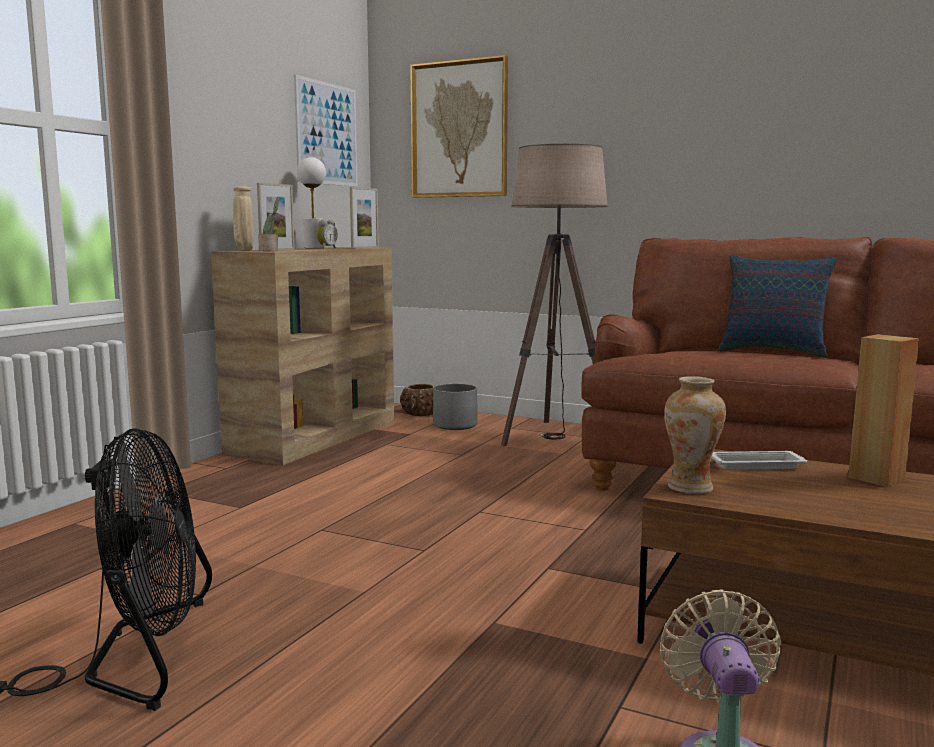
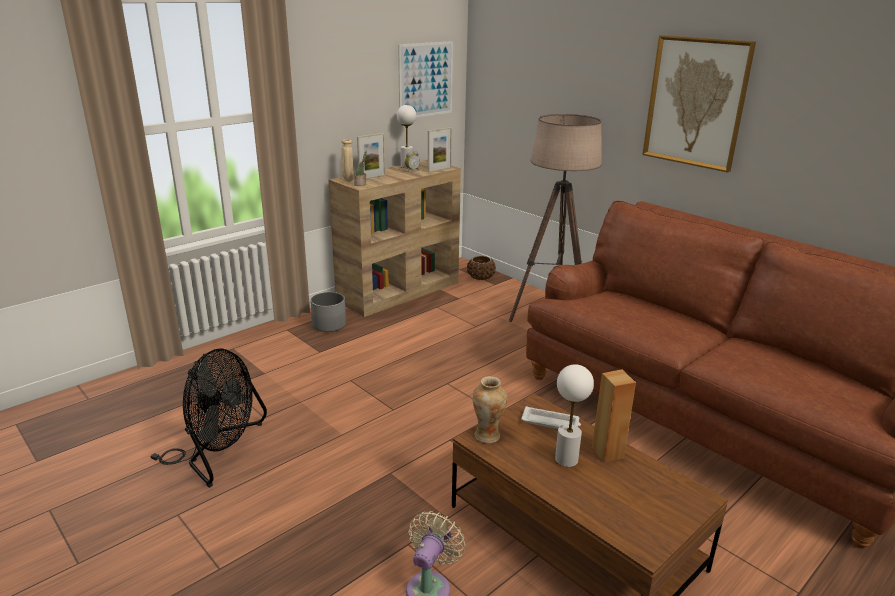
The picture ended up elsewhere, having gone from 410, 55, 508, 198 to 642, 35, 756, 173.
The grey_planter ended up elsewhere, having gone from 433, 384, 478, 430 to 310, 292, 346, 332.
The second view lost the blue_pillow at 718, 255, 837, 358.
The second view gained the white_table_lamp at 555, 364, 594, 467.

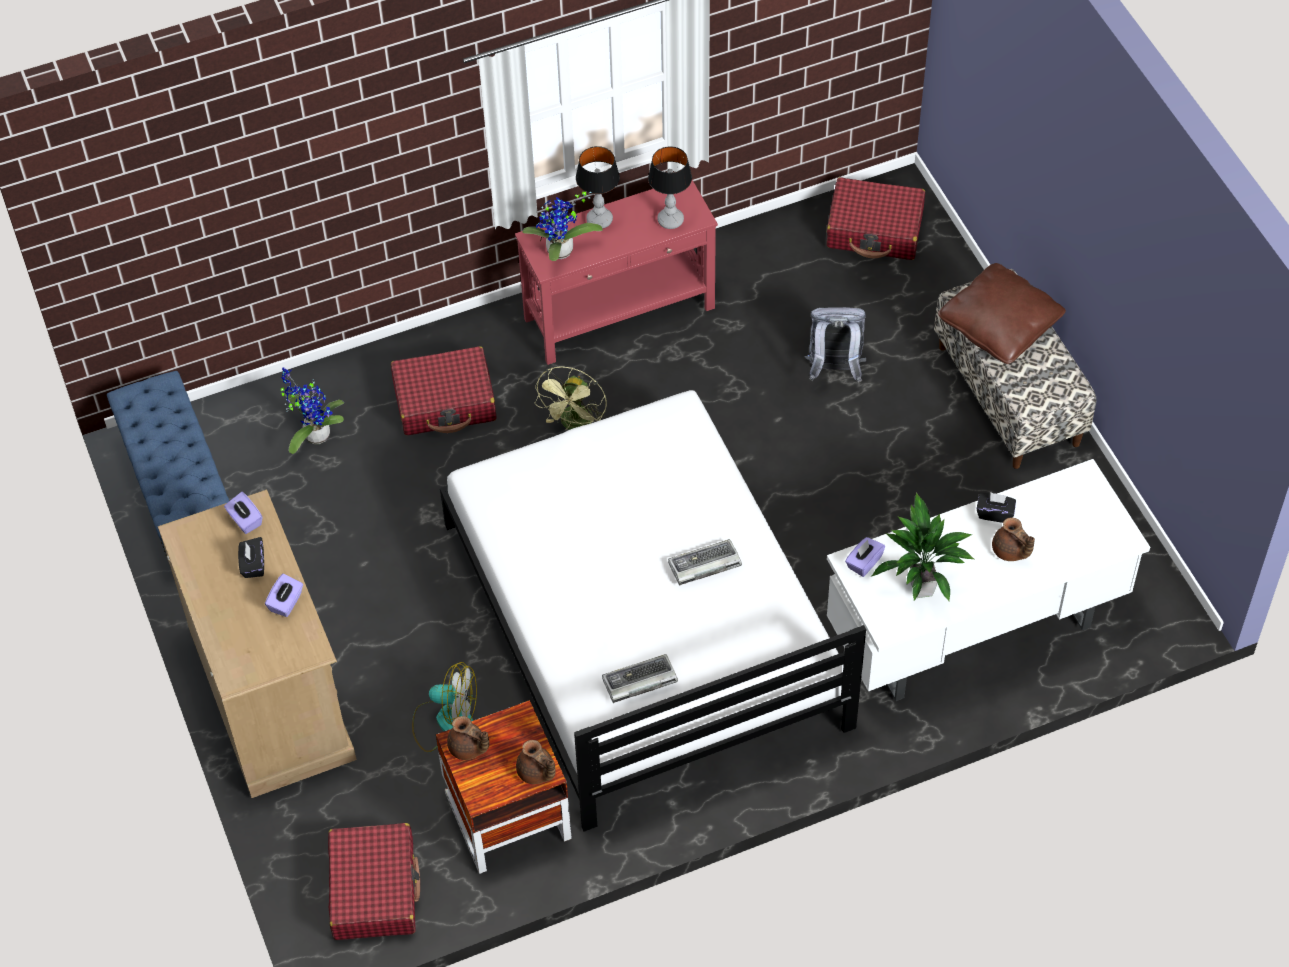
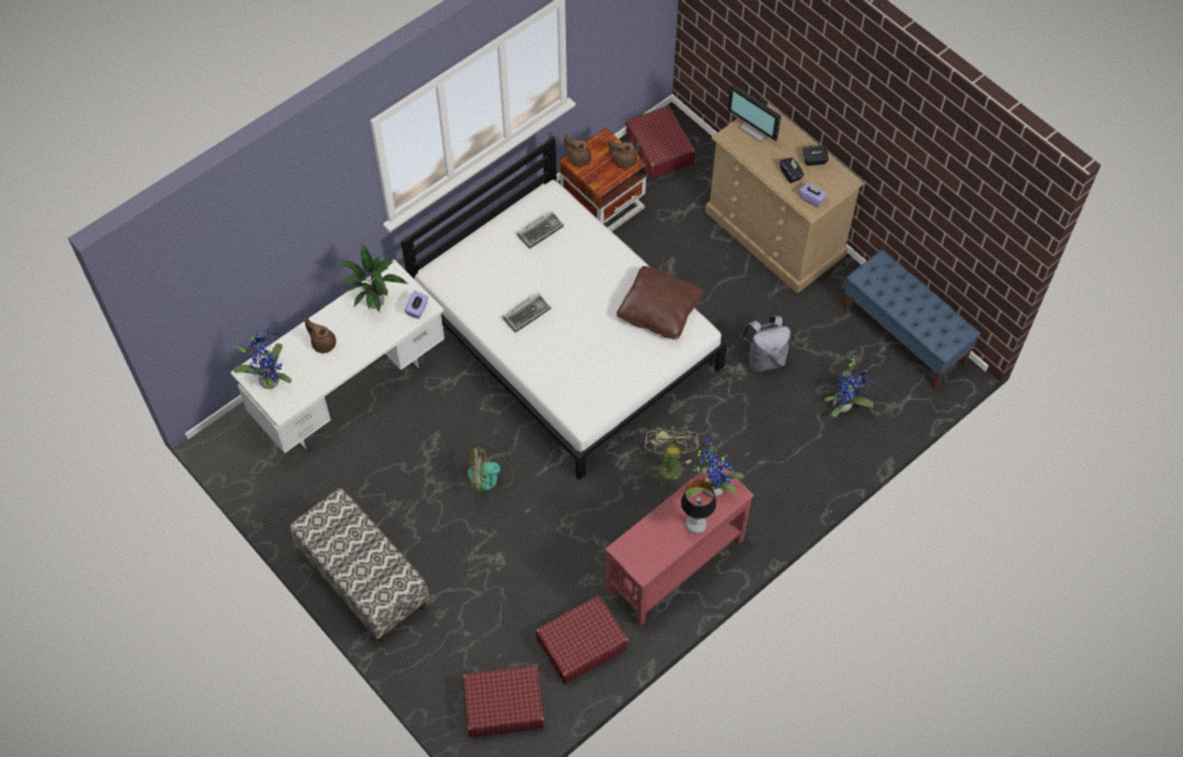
The second view lost the purple_tissue_box at 265, 574, 303, 617.
The red_suitcase ended up elsewhere, having gone from 391, 346, 497, 435 to 536, 595, 628, 684.
The fan ended up elsewhere, having gone from 412, 662, 477, 752 to 468, 446, 514, 492.
The second view lost the table_lamp at 648, 146, 692, 229.
The grey_backpack ended up elsewhere, having gone from 804, 307, 866, 383 to 741, 315, 791, 372.
The brown_pillow ended up elsewhere, having gone from 938, 263, 1066, 364 to 616, 266, 703, 339.
The black_tissue_box ended up elsewhere, having gone from 976, 492, 1016, 523 to 803, 146, 829, 166.
The second view gained the potted_plant at 233, 327, 292, 389.
The second view gained the monitor at 728, 84, 781, 142.

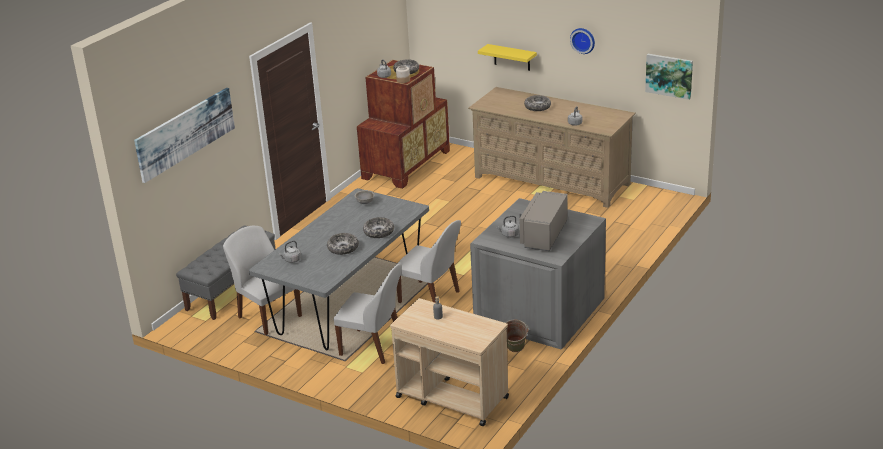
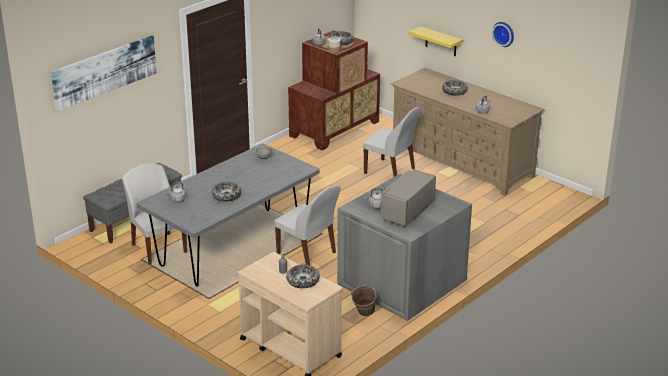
The white_chair ended up elsewhere, having gone from 333, 264, 402, 364 to 363, 107, 422, 177.
The bowl ended up elsewhere, having gone from 363, 217, 394, 238 to 286, 264, 320, 288.
The second view lost the picture at 645, 54, 693, 100.

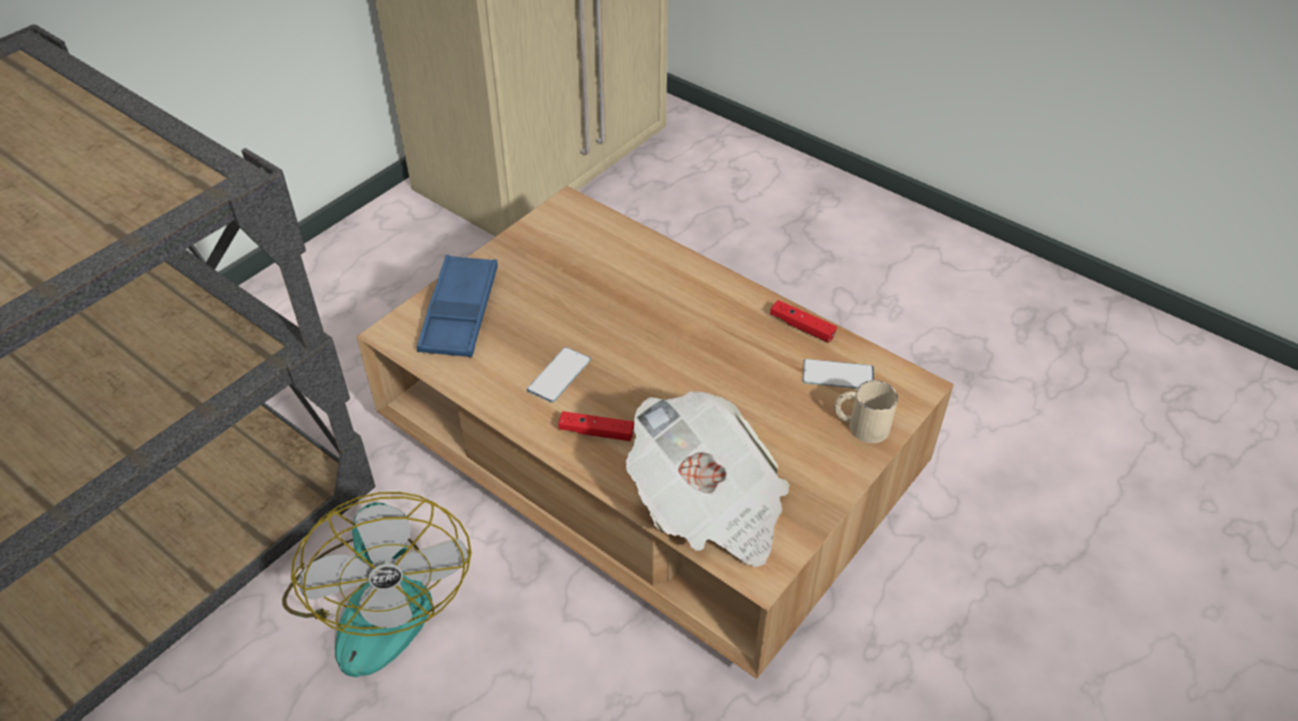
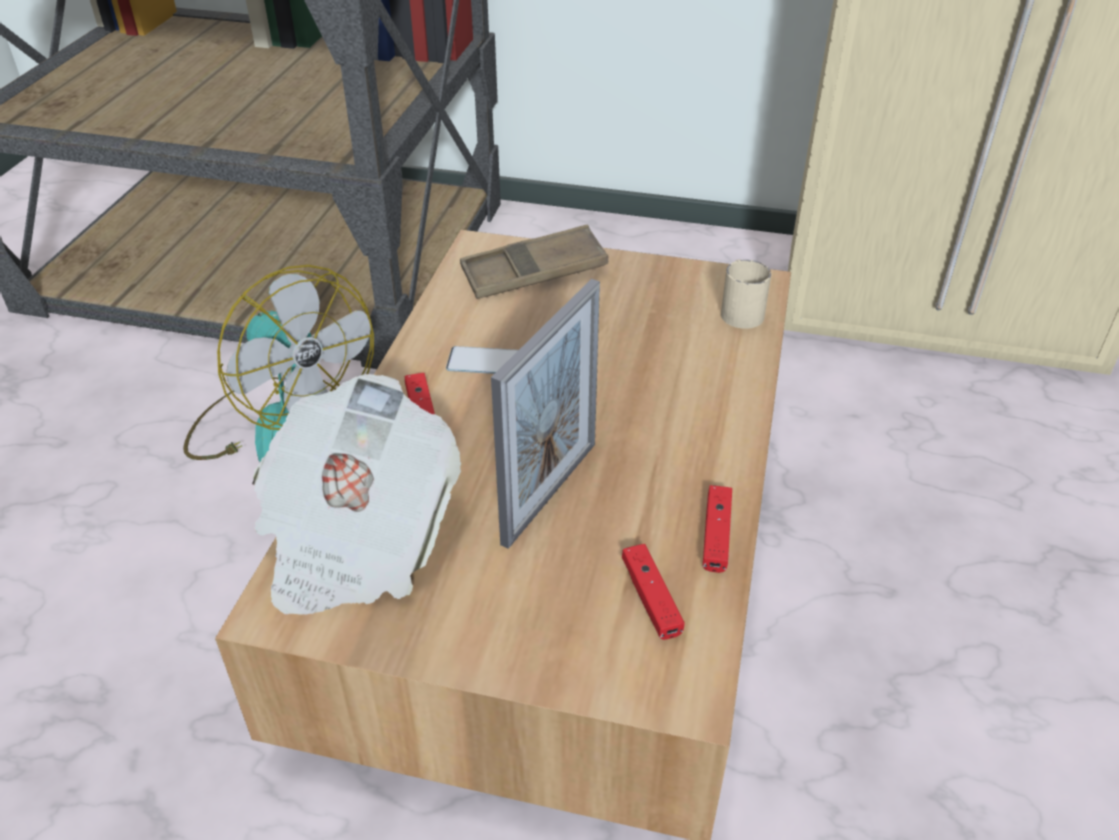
The fan at 282, 492, 471, 677 ended up facing another way, 90 degrees counterclockwise from before.
What was the blue_tray at 417, 255, 498, 357 turned into the brown_tray at 460, 225, 608, 299.
Where the phone stood at 803, 359, 874, 388, the red_game_controller came to stand at 622, 544, 684, 640.
The beige_mug ended up elsewhere, having gone from 835, 380, 898, 443 to 721, 260, 771, 329.
The second view gained the picture_frame at 491, 279, 600, 549.

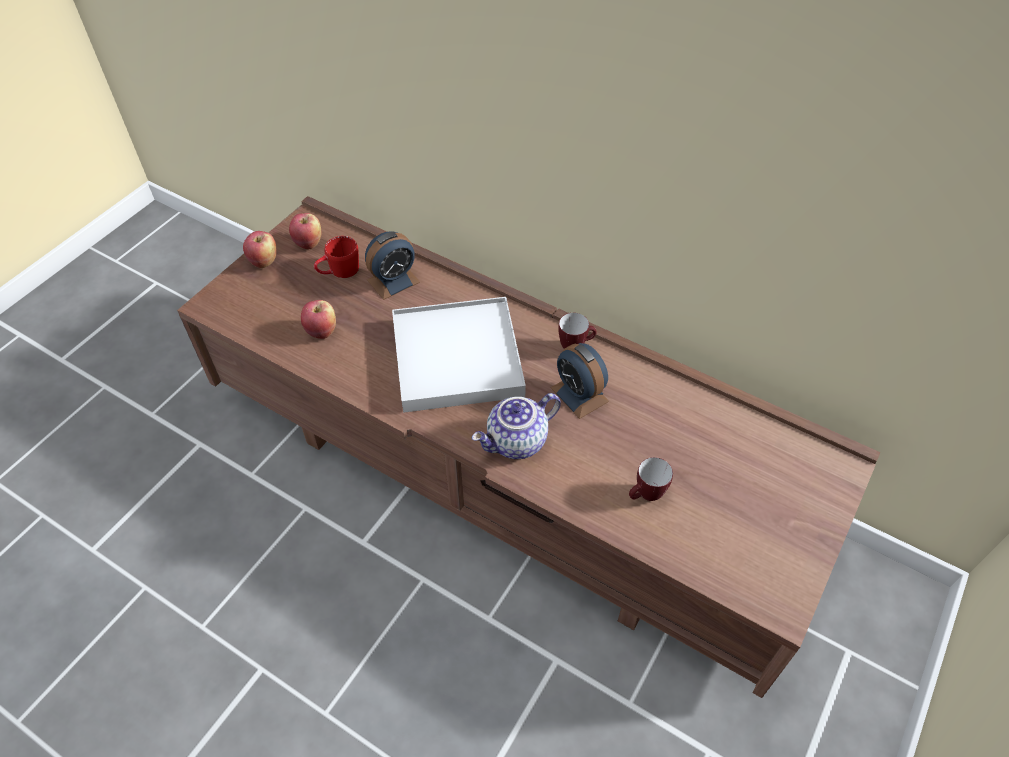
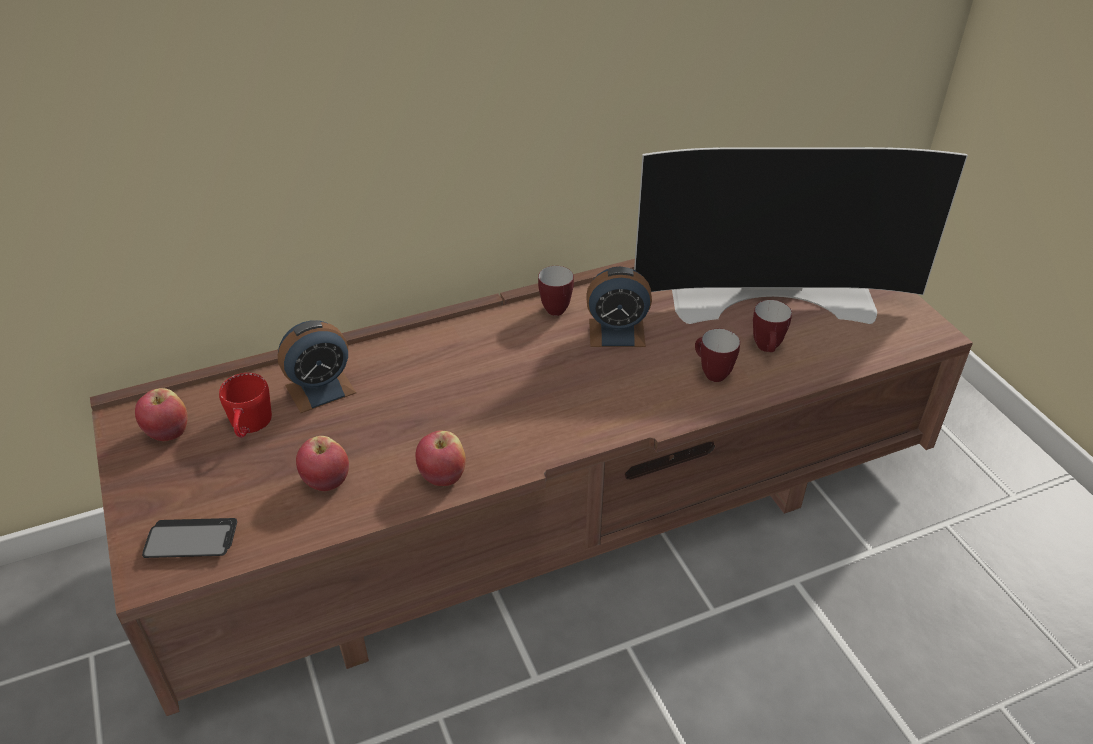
The apple ended up elsewhere, having gone from 243, 231, 277, 268 to 415, 431, 466, 486.
The alarm_clock at 365, 231, 420, 300 ended up facing another way, 60 degrees clockwise from before.
The second view lost the white_tray at 392, 297, 526, 412.
The second view lost the teapot at 472, 393, 561, 459.
The second view gained the phone at 142, 518, 237, 558.
The second view gained the television at 634, 147, 968, 324.
The second view gained the mug at 695, 329, 740, 382.

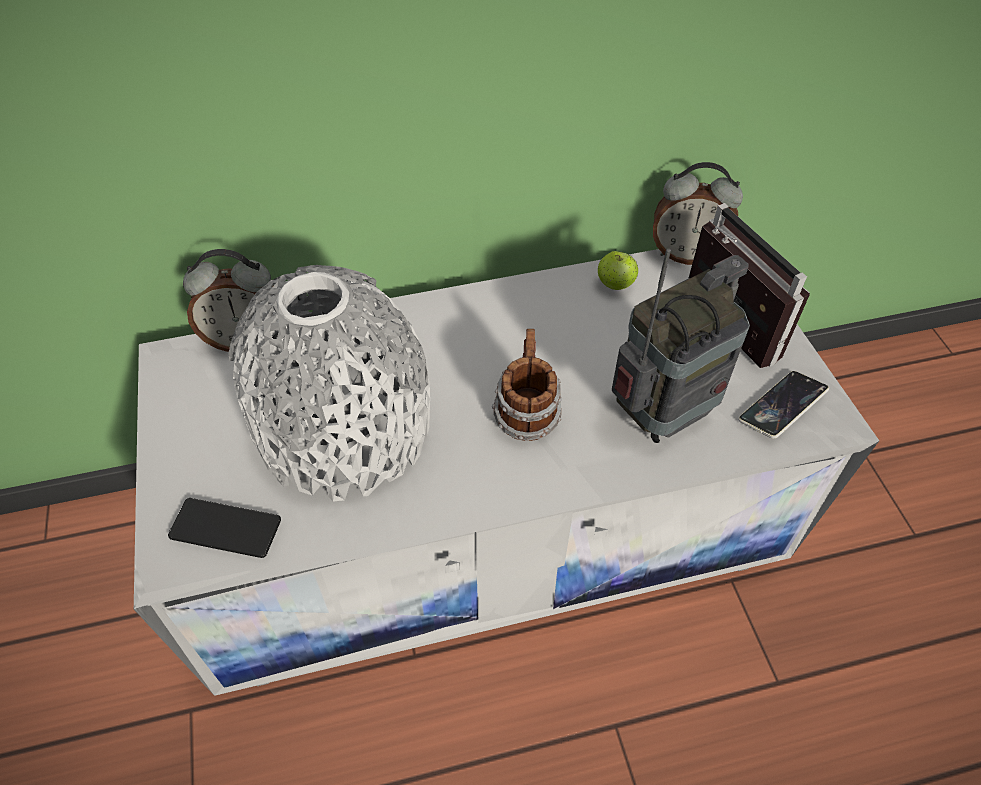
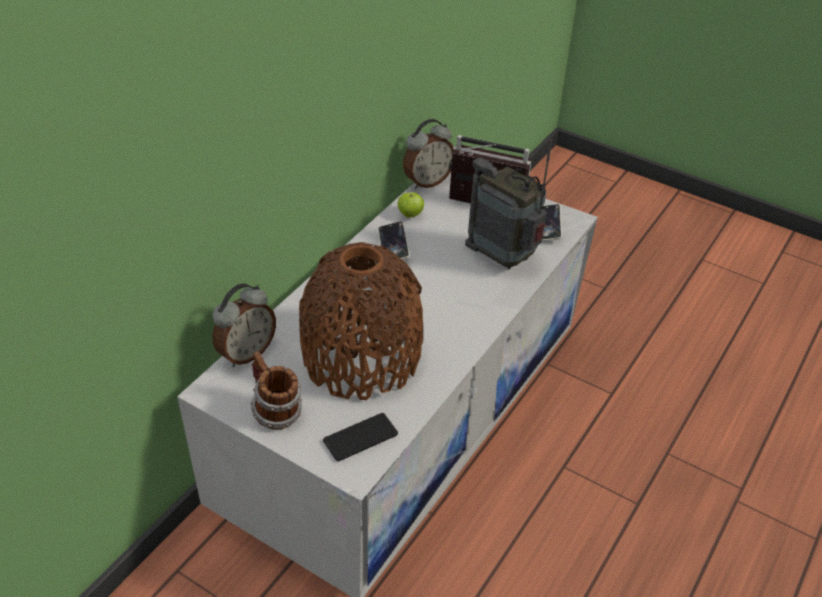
What was the grey_vase at 228, 265, 430, 502 turned into the brown_vase at 299, 242, 423, 400.
The mug ended up elsewhere, having gone from 492, 329, 561, 441 to 250, 351, 302, 430.
The radio at 612, 248, 750, 443 ended up facing another way, 60 degrees counterclockwise from before.
The second view gained the phone at 378, 221, 410, 260.

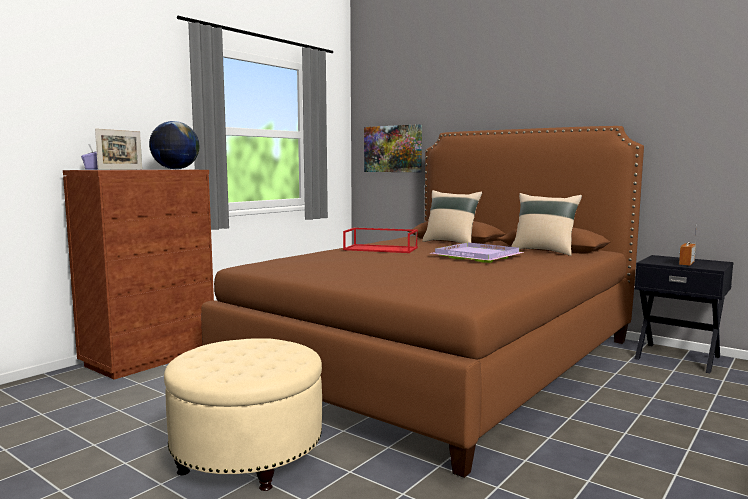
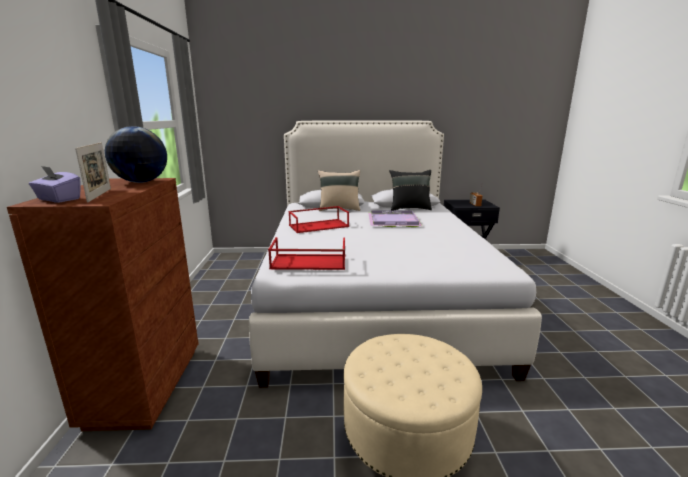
What was the brown_bed at 201, 126, 644, 478 turned into the white_bed at 249, 120, 542, 388.
The second view lost the picture at 364, 124, 422, 172.
What was the beige_pillow at 511, 193, 582, 256 turned into the black_pillow at 389, 170, 432, 210.
The second view gained the red_tray at 268, 237, 345, 270.

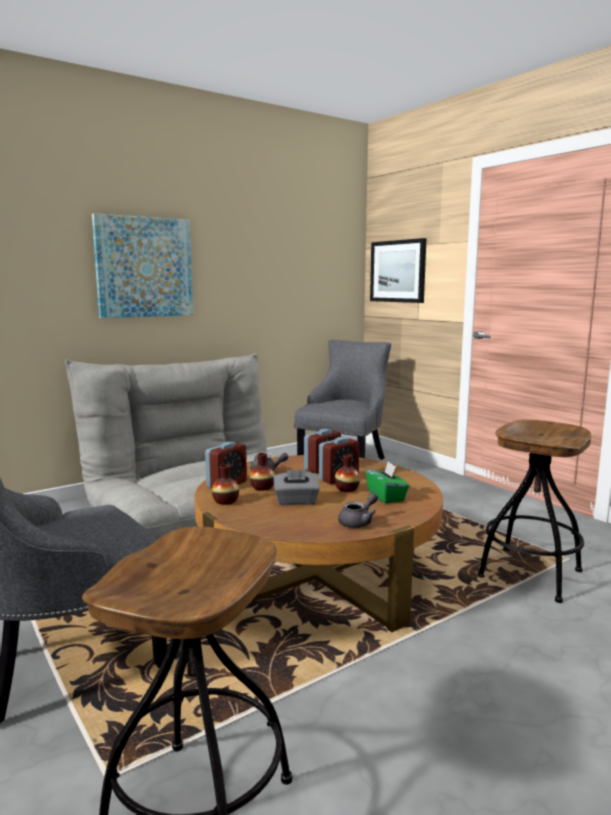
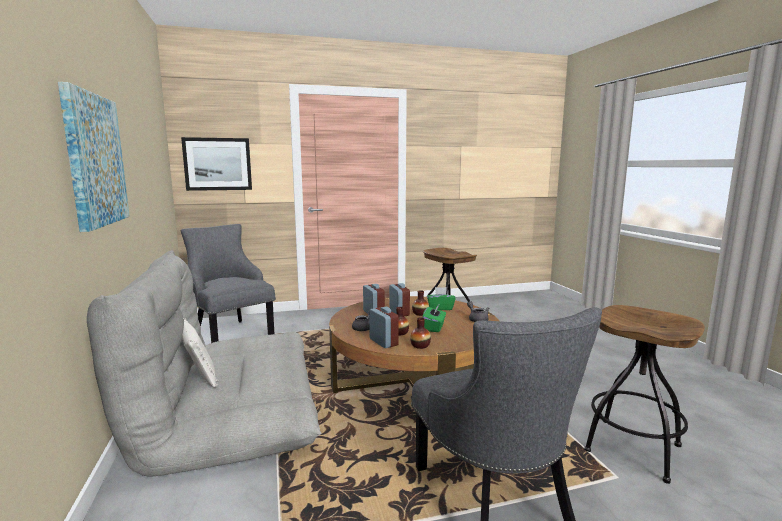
What was the grey_tissue_box at 273, 470, 320, 505 turned into the green_tissue_box at 422, 305, 446, 332.
The second view gained the white_pillow at 182, 318, 219, 388.

